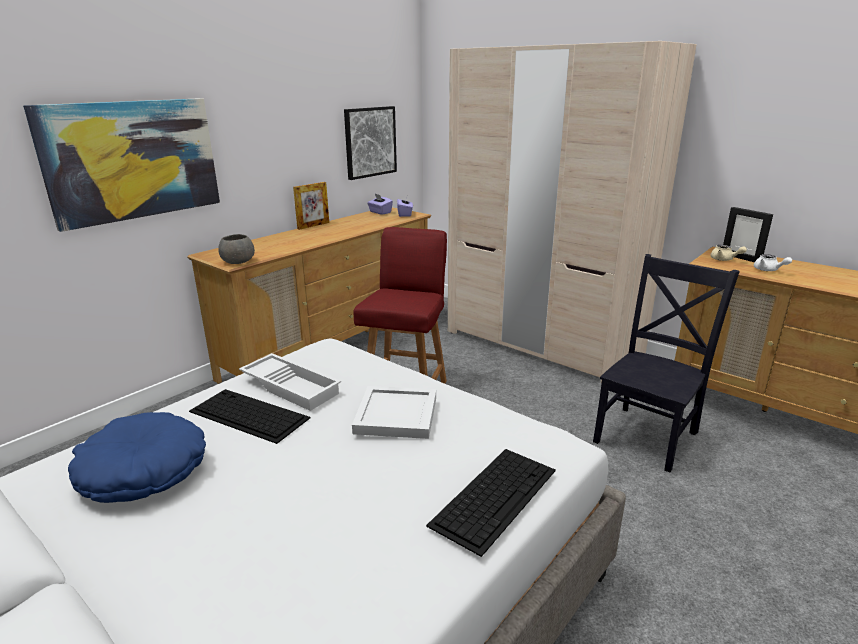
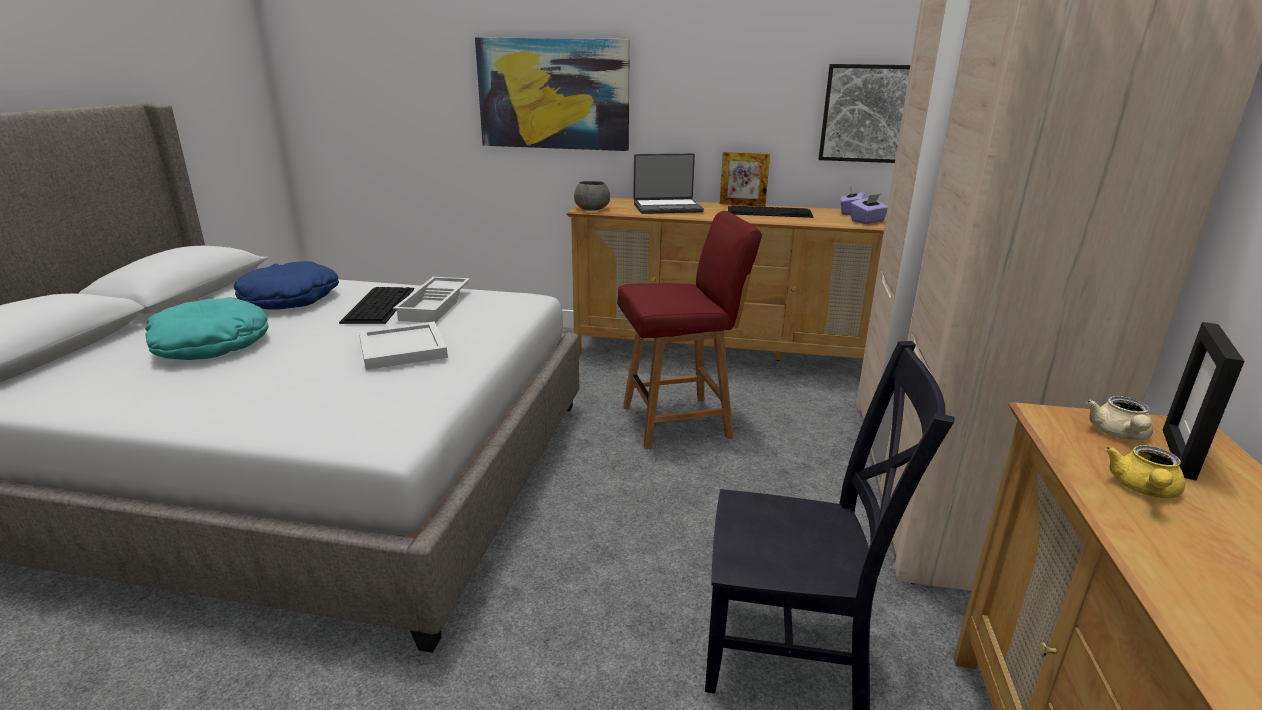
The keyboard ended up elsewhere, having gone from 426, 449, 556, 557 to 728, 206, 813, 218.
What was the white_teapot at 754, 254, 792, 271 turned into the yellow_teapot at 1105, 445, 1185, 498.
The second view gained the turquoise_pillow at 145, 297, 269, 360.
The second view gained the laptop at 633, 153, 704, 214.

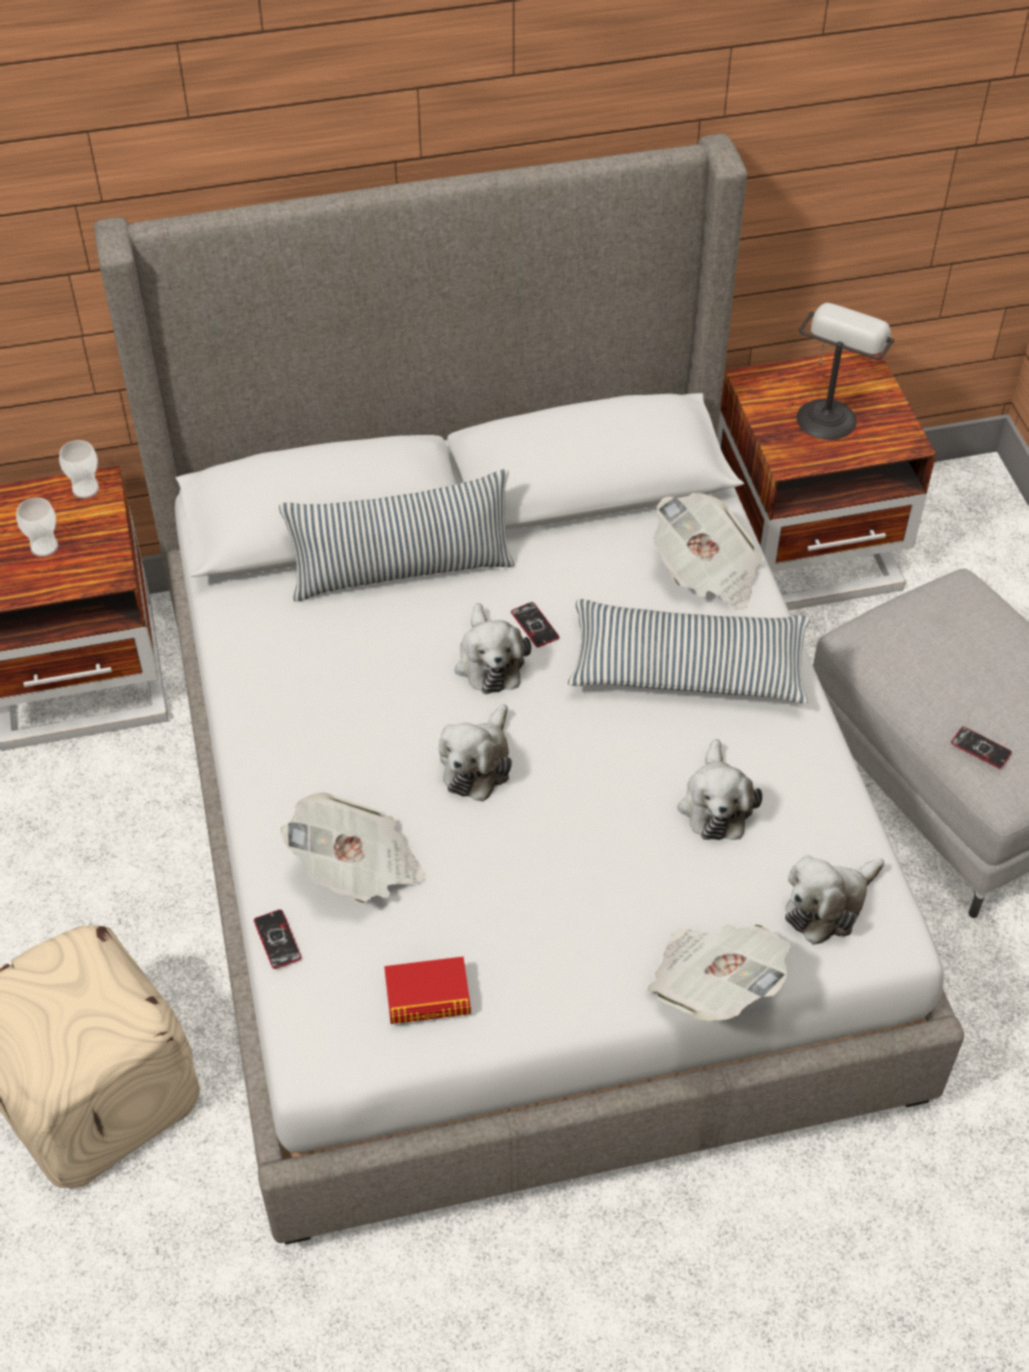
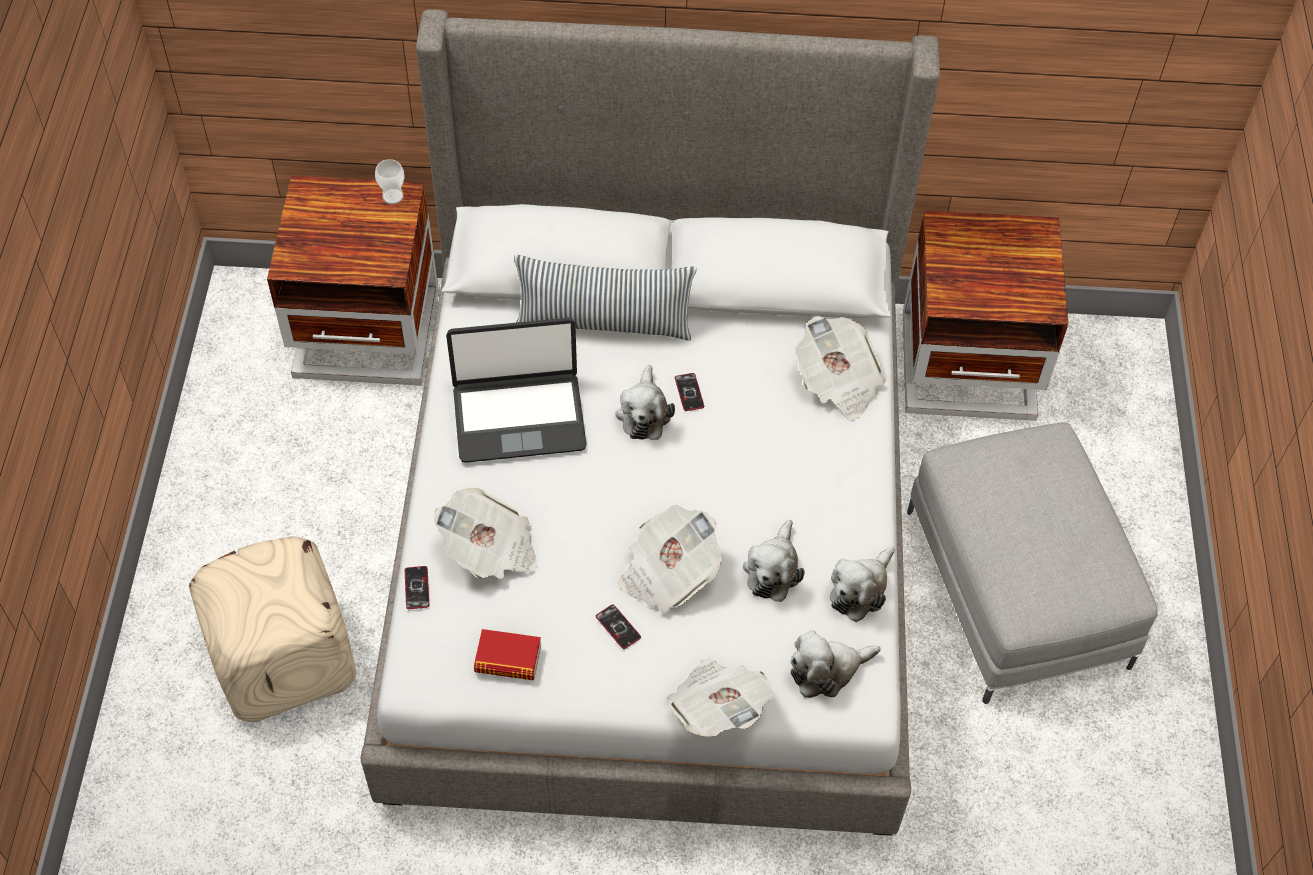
The second view lost the cup at 16, 498, 58, 557.
The plush_toy ended up elsewhere, having gone from 439, 704, 512, 802 to 830, 547, 895, 622.
The second view lost the pillow at 568, 599, 810, 704.
The second view lost the table_lamp at 797, 303, 894, 440.
The phone ended up elsewhere, having gone from 951, 727, 1012, 769 to 596, 604, 641, 649.
The second view gained the laptop at 446, 318, 586, 463.
The second view gained the newspaper at 618, 505, 722, 614.

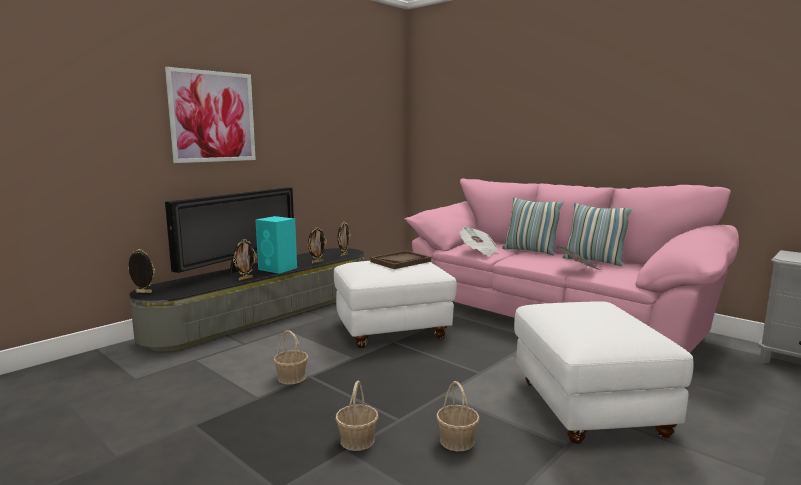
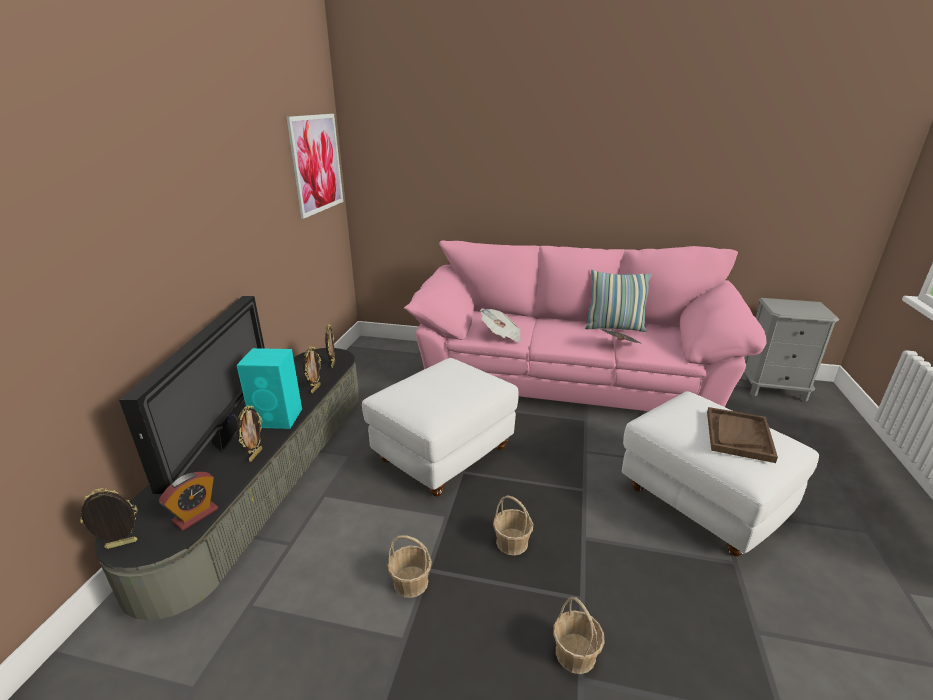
The picture ended up elsewhere, having gone from 165, 67, 256, 163 to 286, 114, 343, 219.
The brown_tray ended up elsewhere, having gone from 370, 251, 431, 269 to 707, 407, 778, 463.
The basket ended up elsewhere, having gone from 436, 381, 480, 452 to 493, 495, 533, 556.
The second view lost the pillow at 502, 197, 564, 255.
The second view gained the alarm_clock at 159, 472, 218, 531.

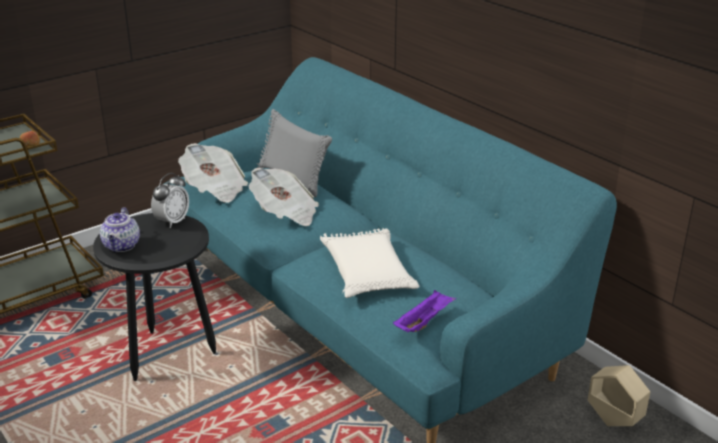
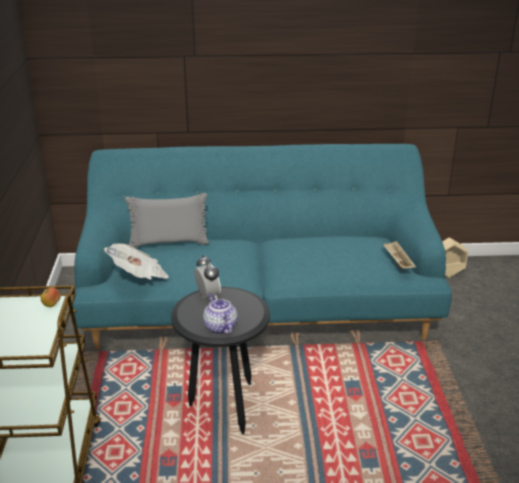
The teapot at 100, 207, 140, 252 ended up facing another way, 150 degrees counterclockwise from before.
The second view lost the newspaper at 249, 168, 319, 226.
The second view lost the white_pillow at 320, 228, 420, 298.
What was the purple_tray at 393, 290, 456, 332 turned into the beige_tray at 383, 241, 416, 269.

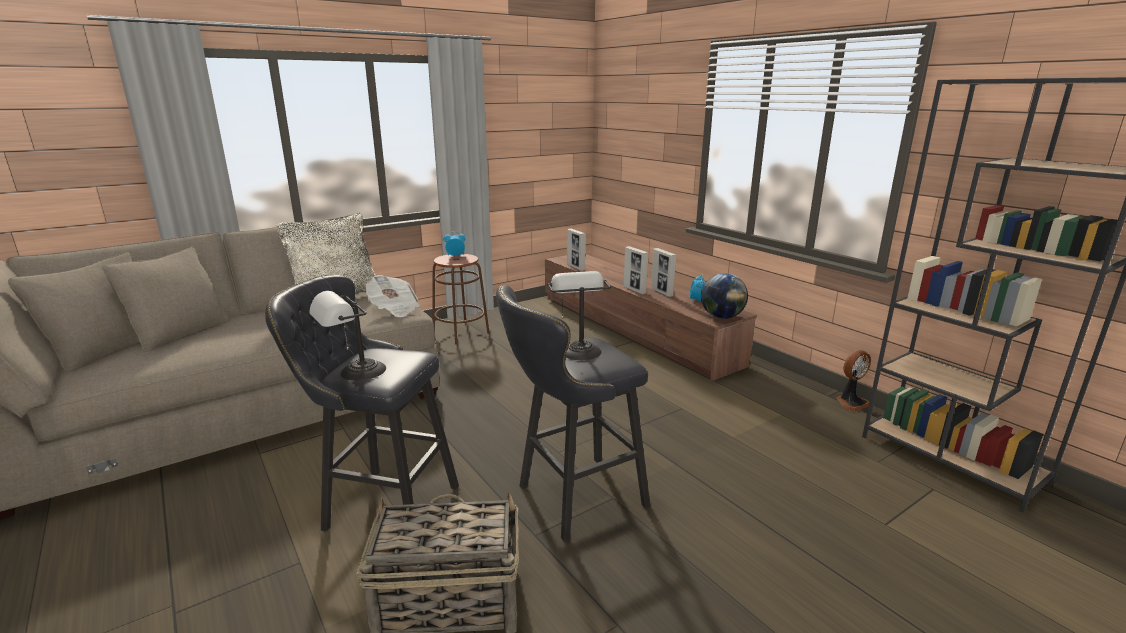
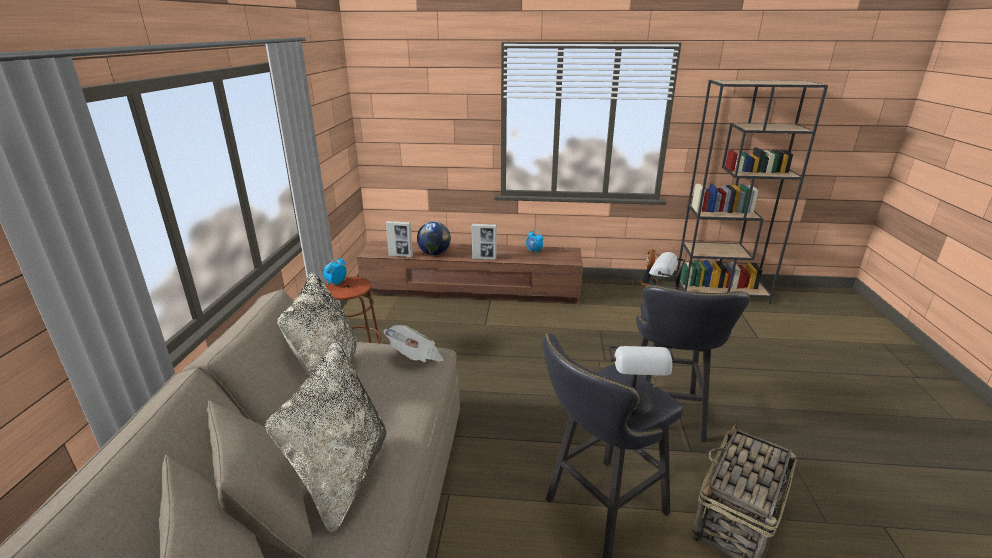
The second view lost the picture_frame at 651, 248, 677, 297.
The globe ended up elsewhere, having gone from 701, 273, 748, 319 to 417, 222, 451, 255.
The second view gained the beige_pillow at 265, 341, 387, 532.

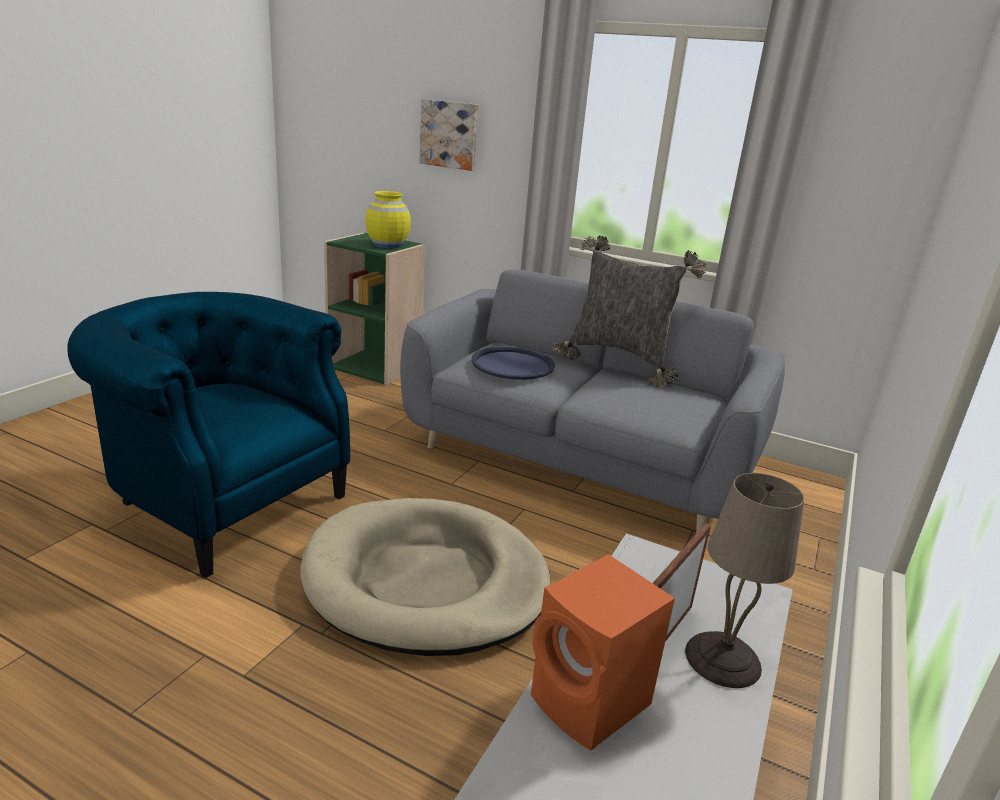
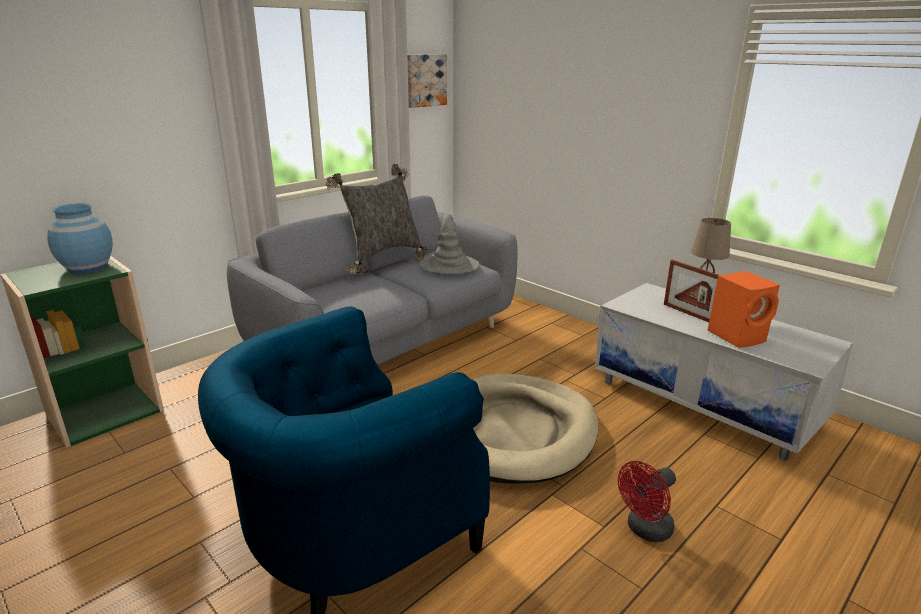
What was the yellow_vase at 365, 191, 411, 248 turned into the blue_vase at 47, 203, 113, 274.
The picture ended up elsewhere, having gone from 420, 99, 478, 171 to 407, 54, 447, 108.
The second view lost the blue_tray at 472, 346, 555, 380.
The second view gained the grey_hat at 420, 214, 480, 274.
The second view gained the red_fan at 618, 461, 676, 542.

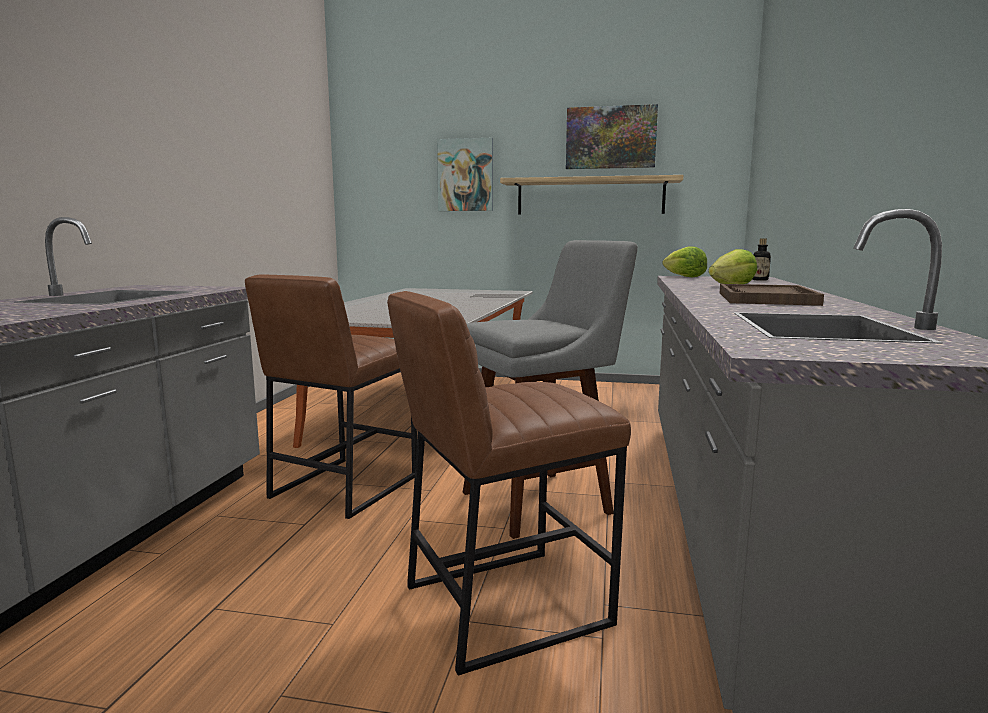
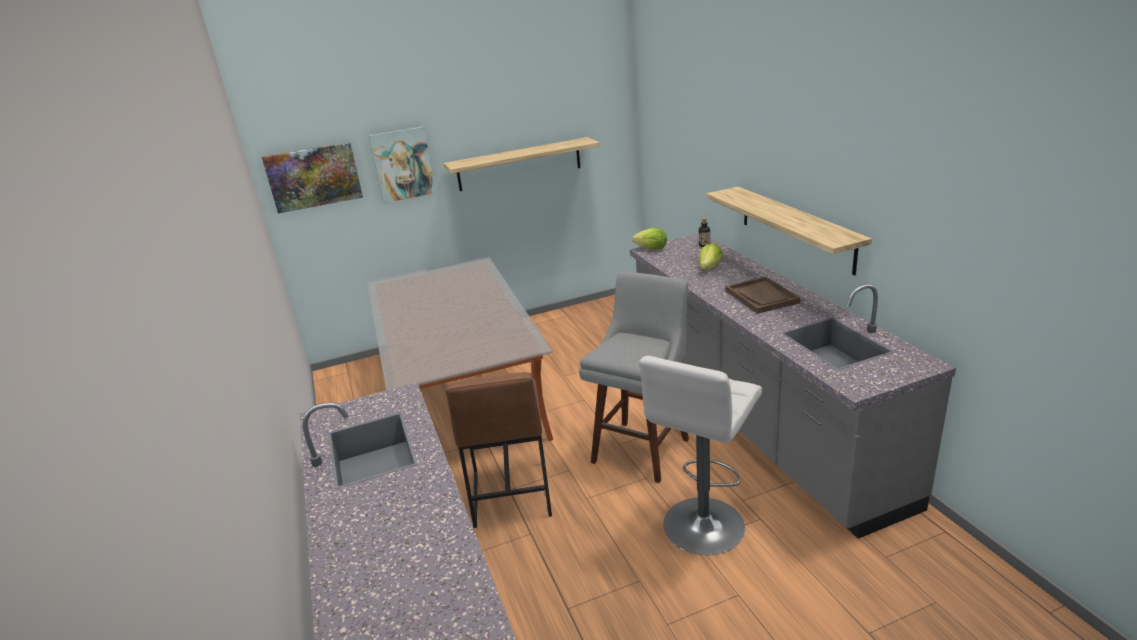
Where the brown_chair stood at 387, 291, 631, 676, the white_stool came to stand at 639, 356, 762, 555.
The picture ended up elsewhere, having gone from 566, 104, 658, 169 to 262, 142, 363, 213.
The second view gained the shelf at 706, 187, 872, 276.

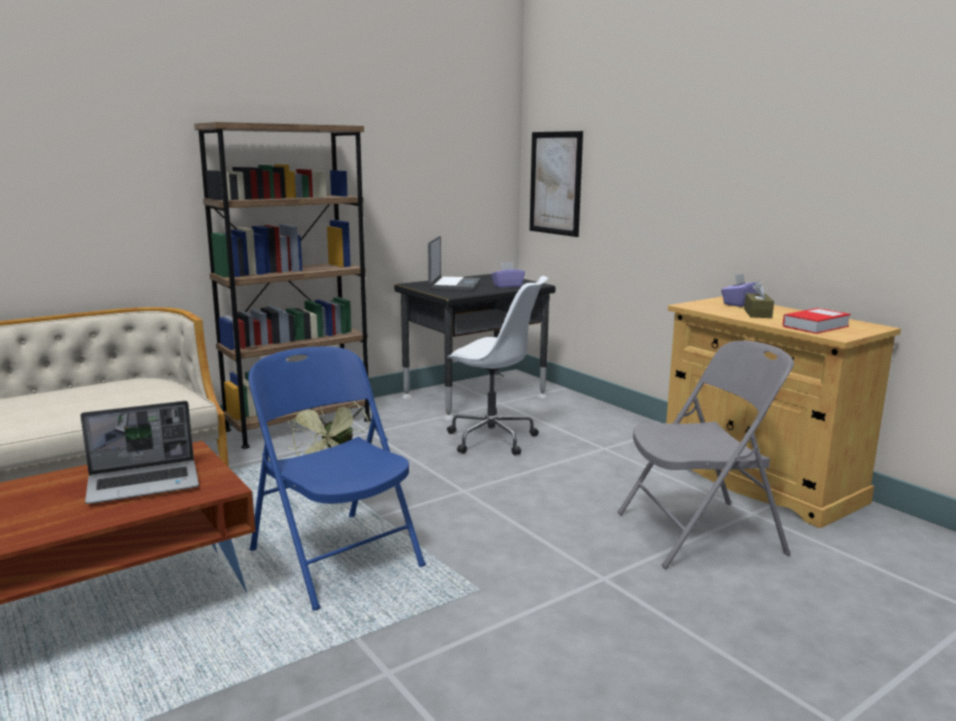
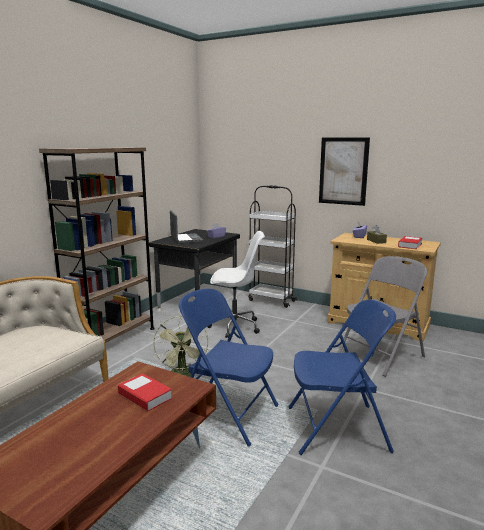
Where the laptop stood at 80, 401, 199, 504, the book came to stand at 118, 373, 172, 411.
The picture ended up elsewhere, having gone from 530, 131, 583, 237 to 319, 137, 370, 206.
The second view gained the white_cart at 248, 185, 297, 308.
The second view gained the blue_chair at 288, 300, 396, 455.

